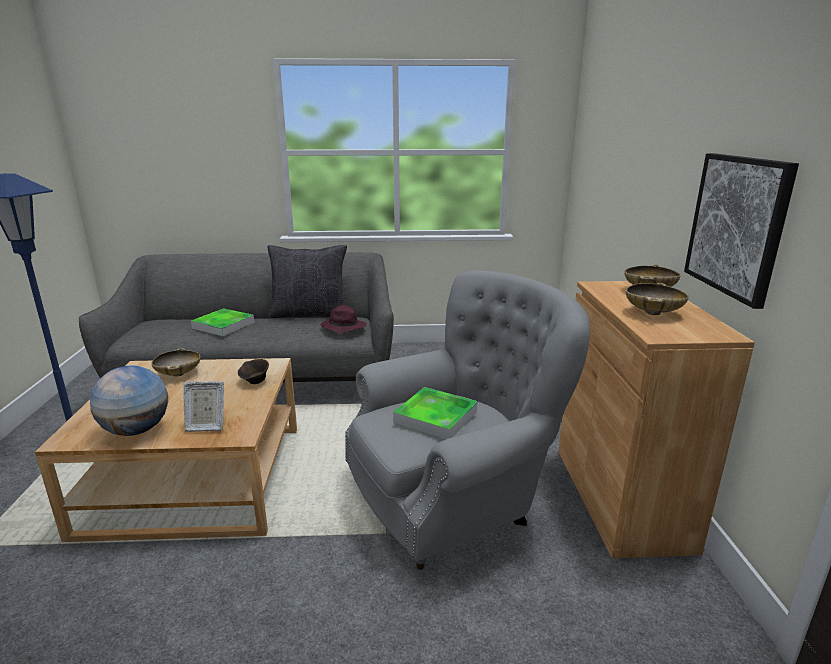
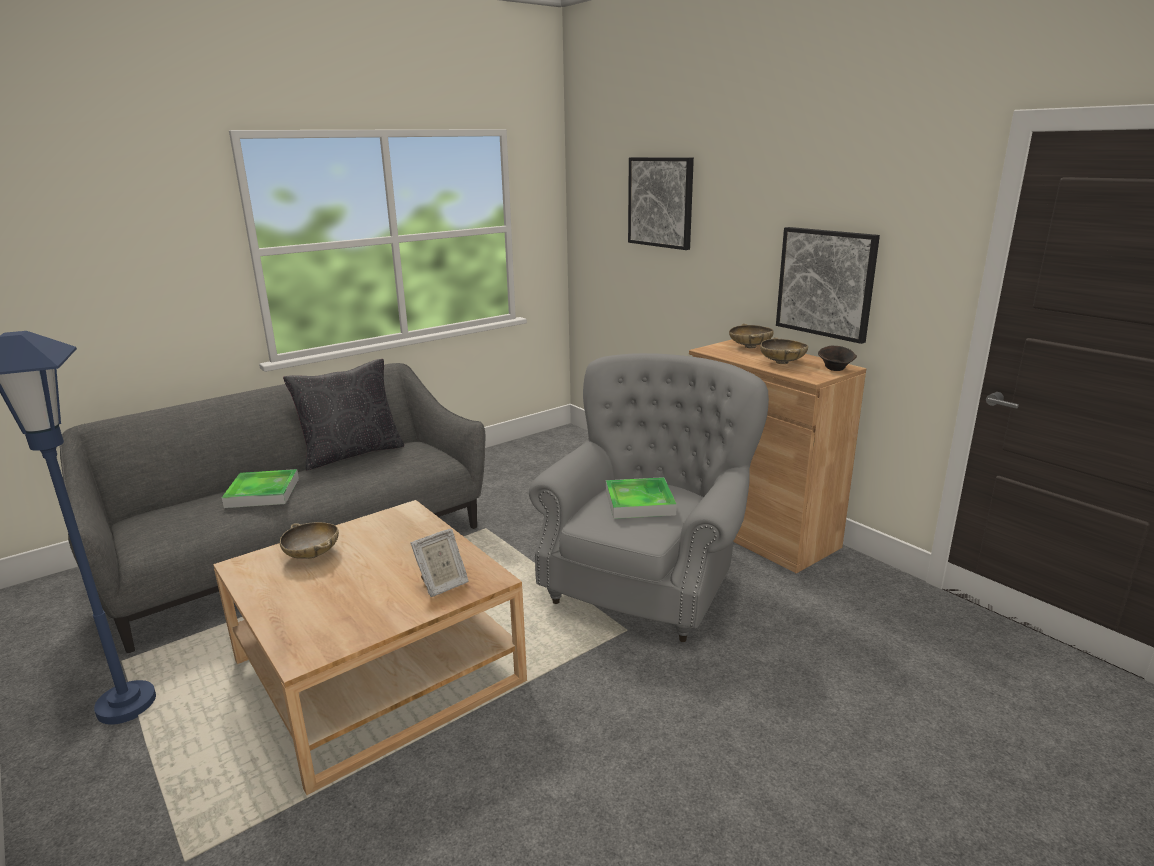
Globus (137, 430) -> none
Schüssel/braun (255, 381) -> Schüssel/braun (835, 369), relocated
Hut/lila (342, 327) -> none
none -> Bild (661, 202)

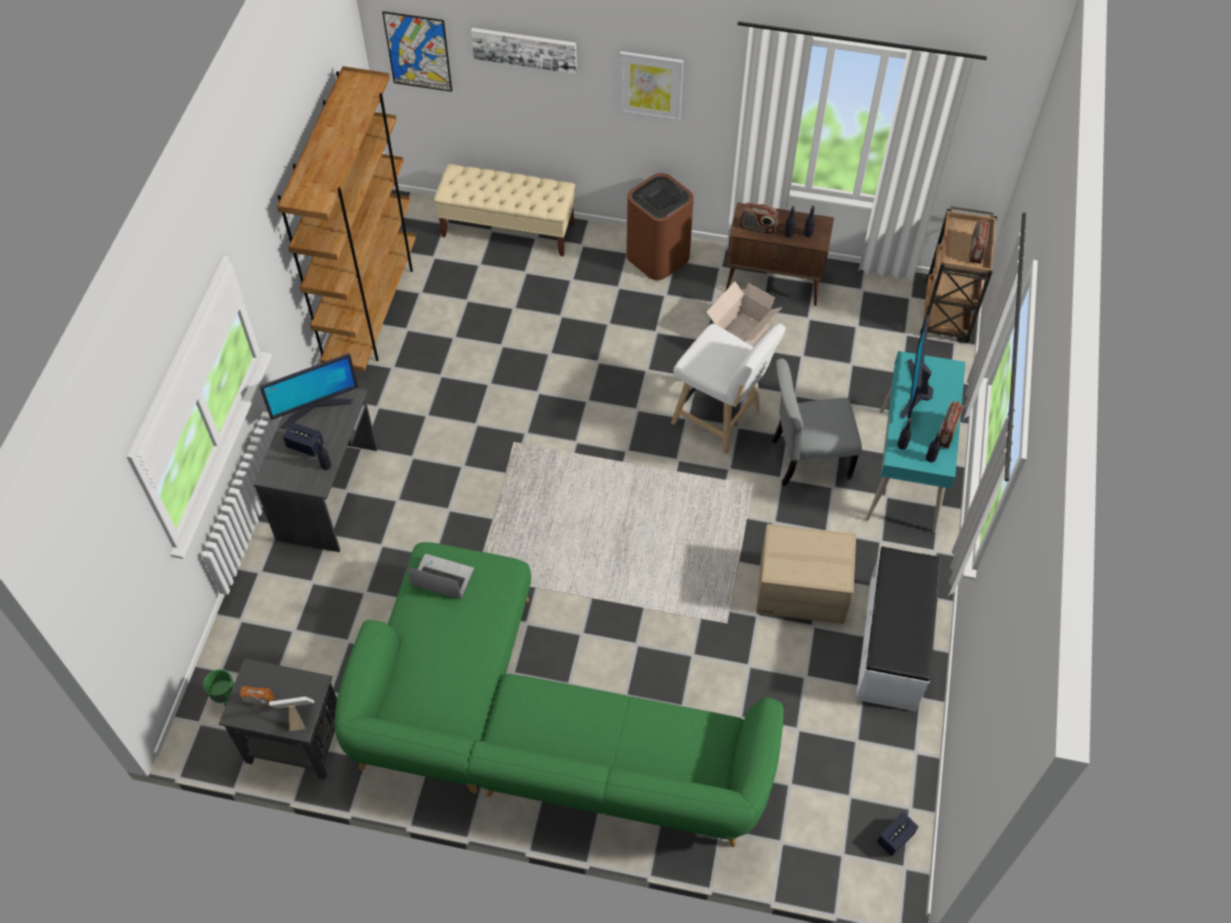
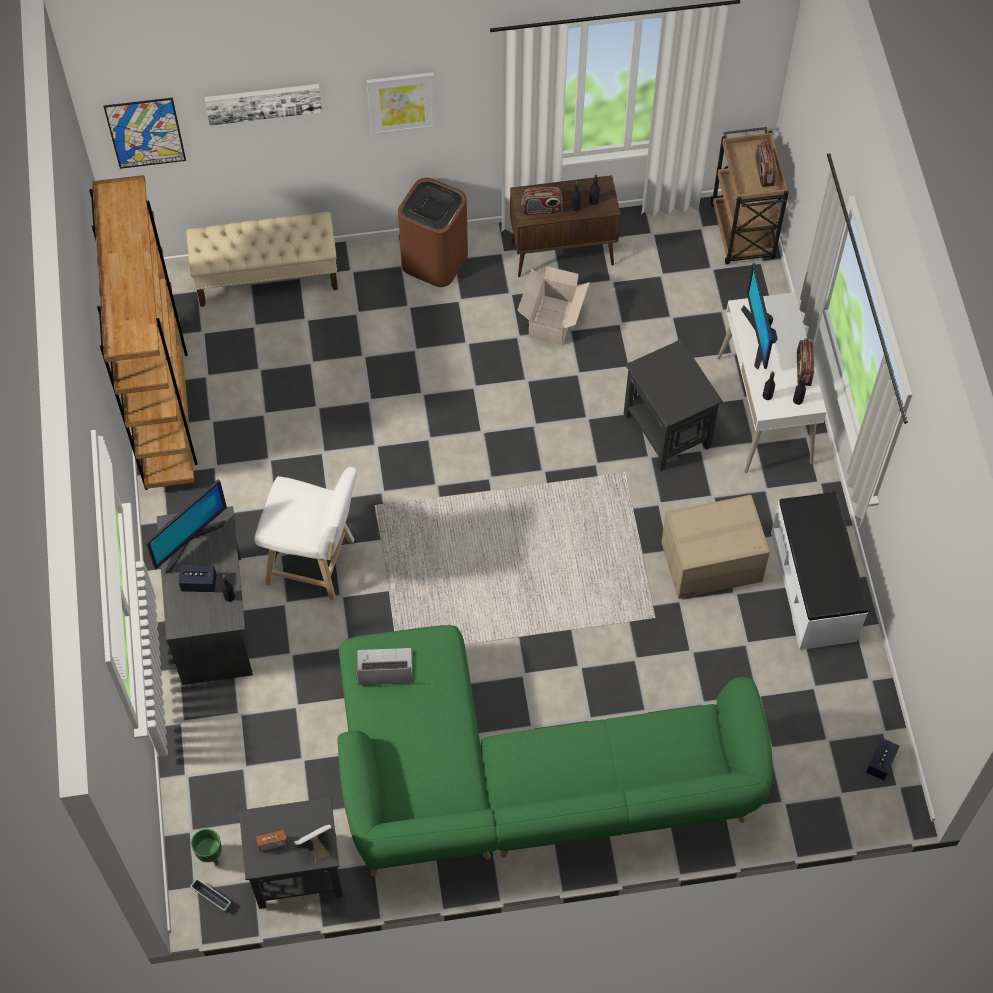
Hocker/weiß (720, 419) -> Hocker/weiß (315, 563), relocated
Stuhl/grau (807, 459) -> Beistelltisch/schwarz (666, 429)
Schreibtisch/türkis (907, 470) -> Schreibtisch/weiß (764, 410)
none -> Pflanzkübel (211, 897)

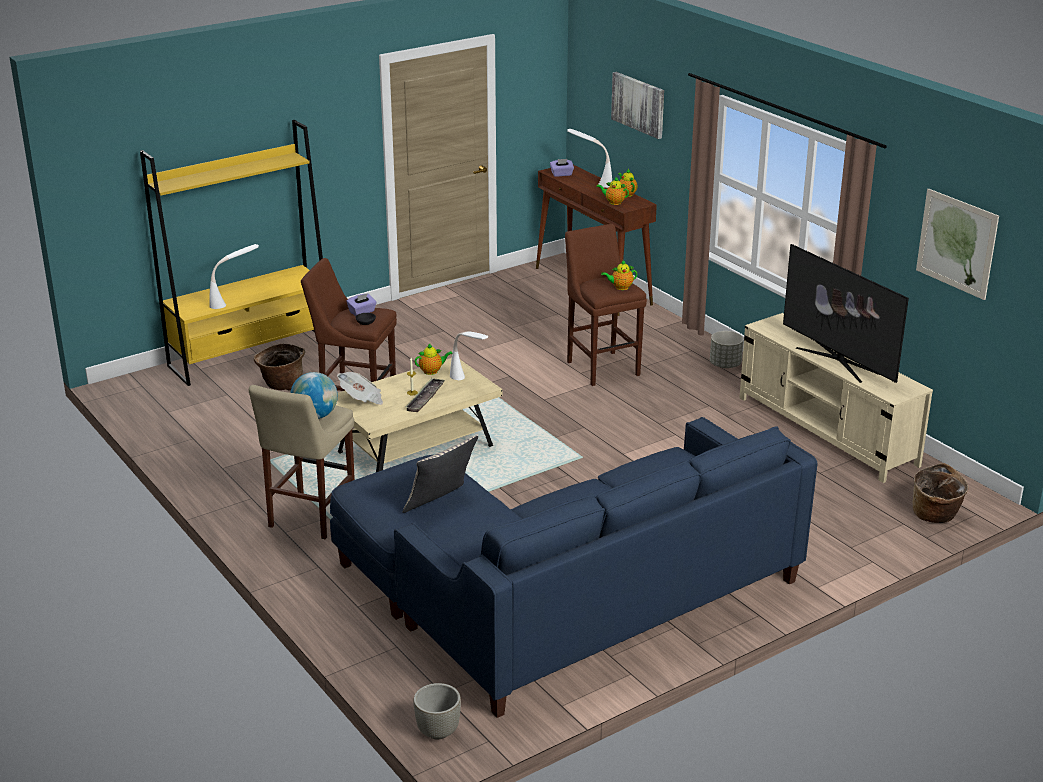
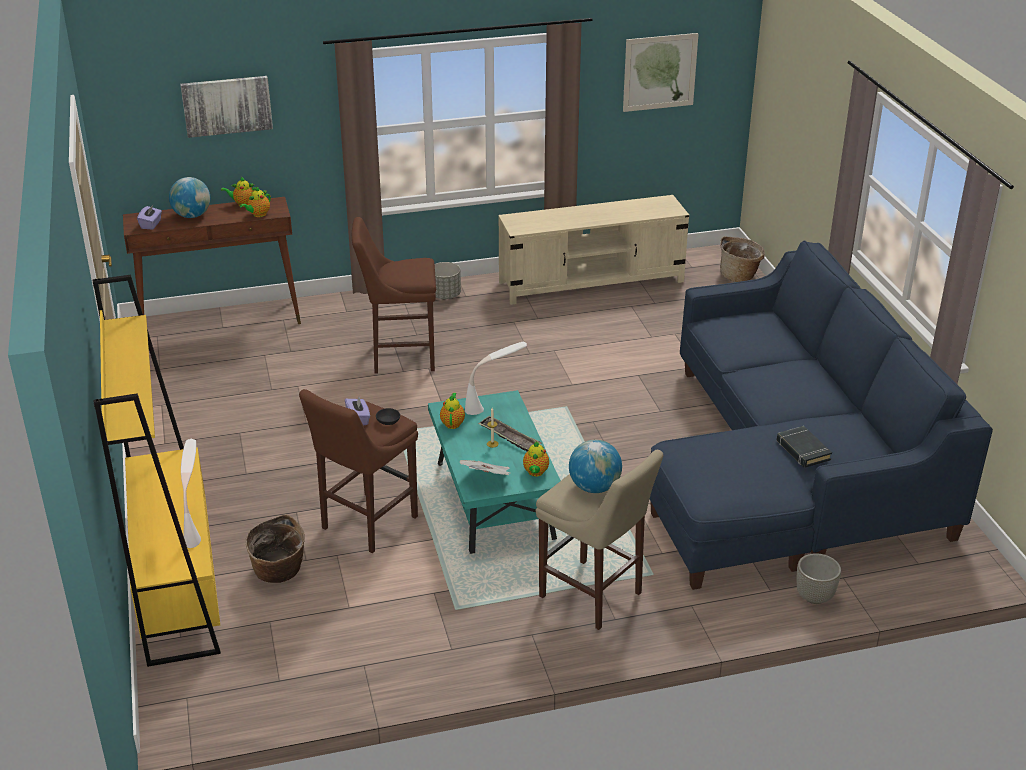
Couchtisch/beige (416, 450) -> Couchtisch/türkis (494, 501)
Kissen/beige (441, 503) -> none
Pflanzkübel/grau (438, 732) -> Pflanzkübel/grau (815, 597), relocated
Tischlampe/weiß (589, 183) -> Globus (192, 216)
Teekanne (620, 287) -> Teekanne (535, 473), relocated
Fernseher (838, 361) -> none
none -> Buch/schwarz (802, 450)

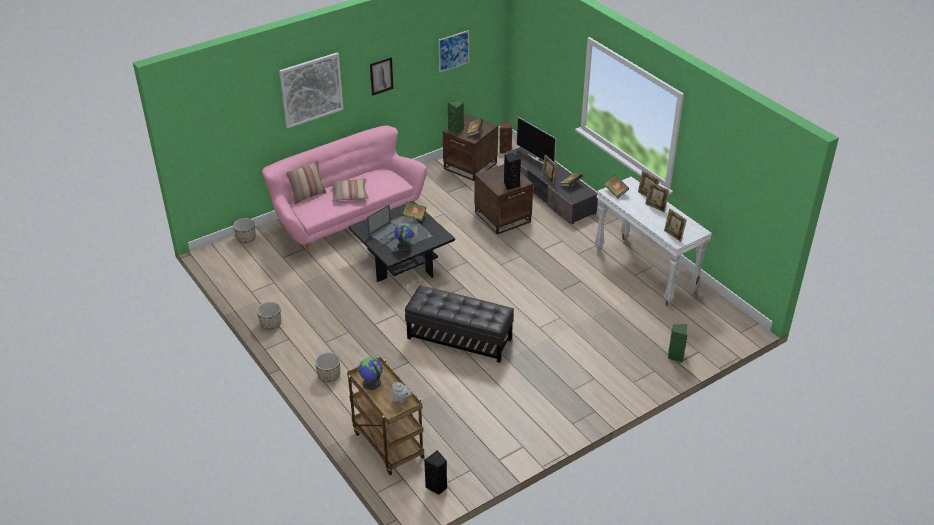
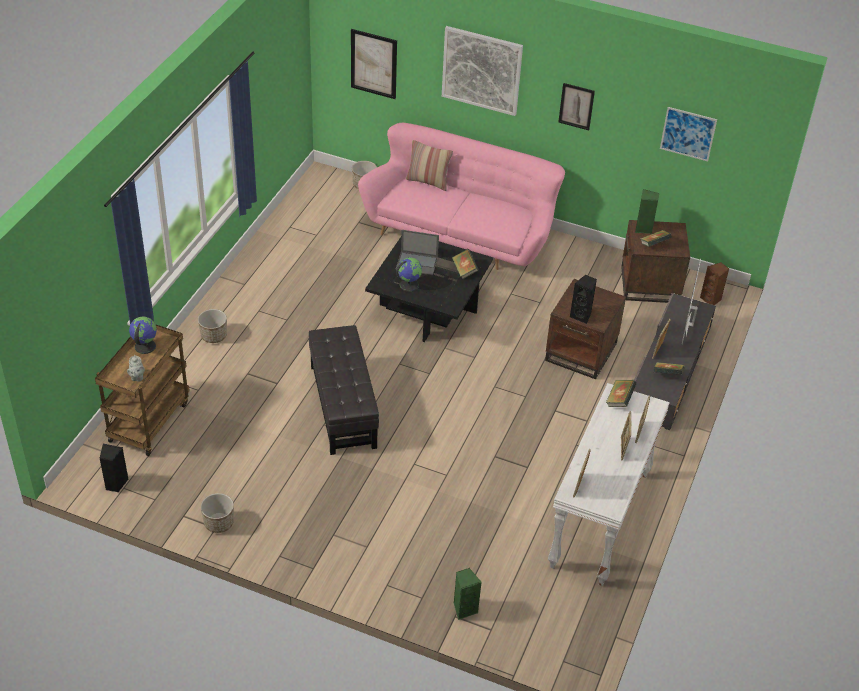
Pflanzkübel (270, 324) -> Pflanzkübel (219, 523), relocated
Kissen (349, 194) -> none
none -> Bild (373, 64)

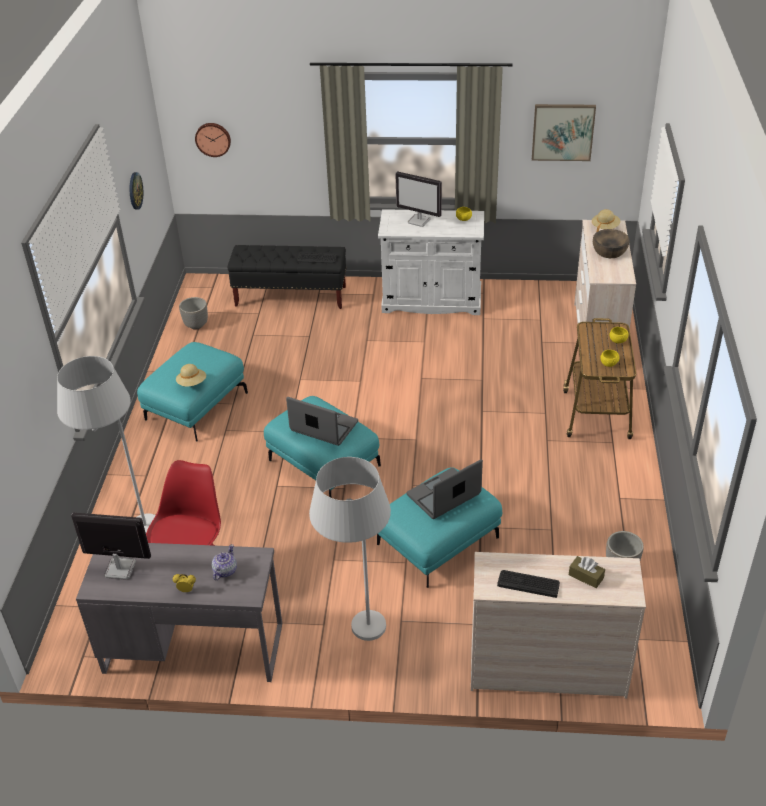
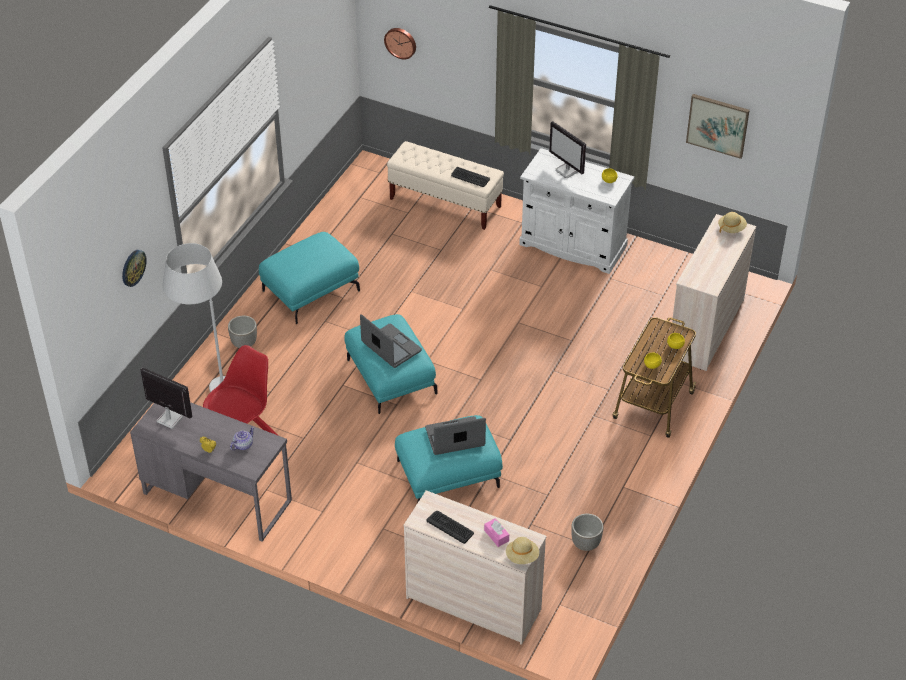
Wanduhr (135, 190) -> Wanduhr (133, 267), relocated
Hut/beige (192, 383) -> Hut/beige (522, 557), relocated
Pflanzkübel (196, 325) -> Pflanzkübel (244, 343), relocated
Bank/schwarz (291, 296) -> Bank/beige (445, 203)
Stehlampe/weiß (359, 640) -> none
Taschentuchbox/braun (586, 576) -> Taschentuchbox/rosa (496, 536)
Schüssel/braun (609, 251) -> none

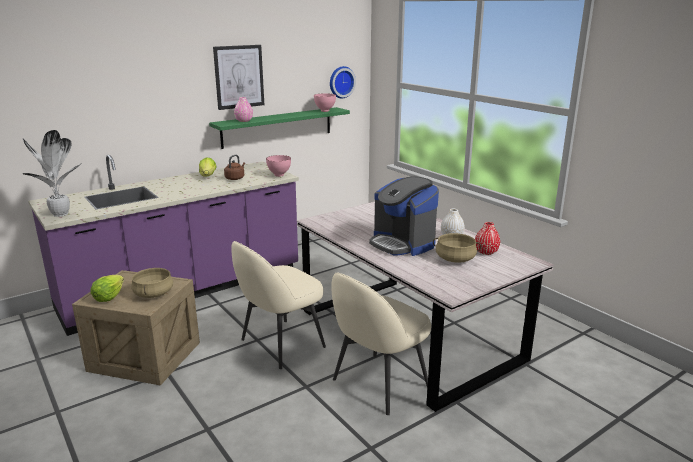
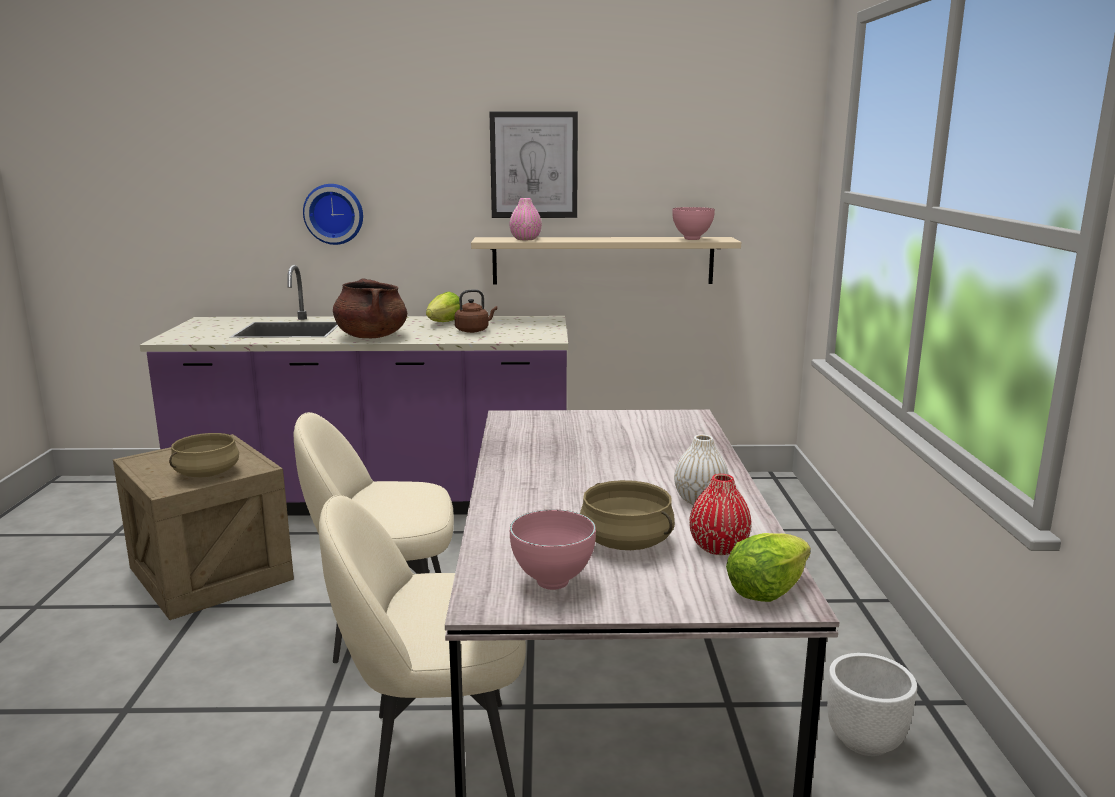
Topfpflanze (61, 214) -> none
Salatkopf (109, 297) -> Salatkopf (766, 591), relocated
Wandregal/grün (277, 127) -> Wandregal/beige (603, 260)
Schüssel/rosa (279, 175) -> Schüssel/rosa (551, 584), relocated
Wanduhr (341, 82) -> Wanduhr (334, 214), relocated
Kaffeemaschine (402, 243) -> none
none -> Kochtopf/braun (371, 336)
none -> Pflanzkübel/weiß (865, 740)

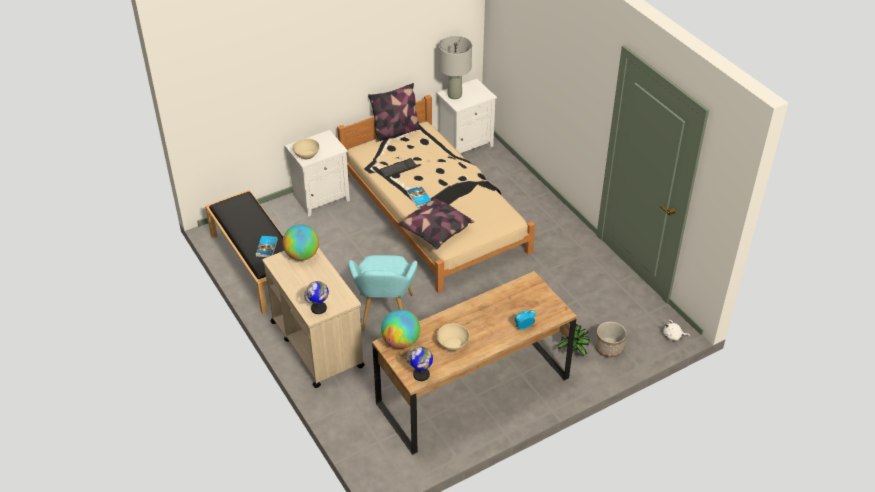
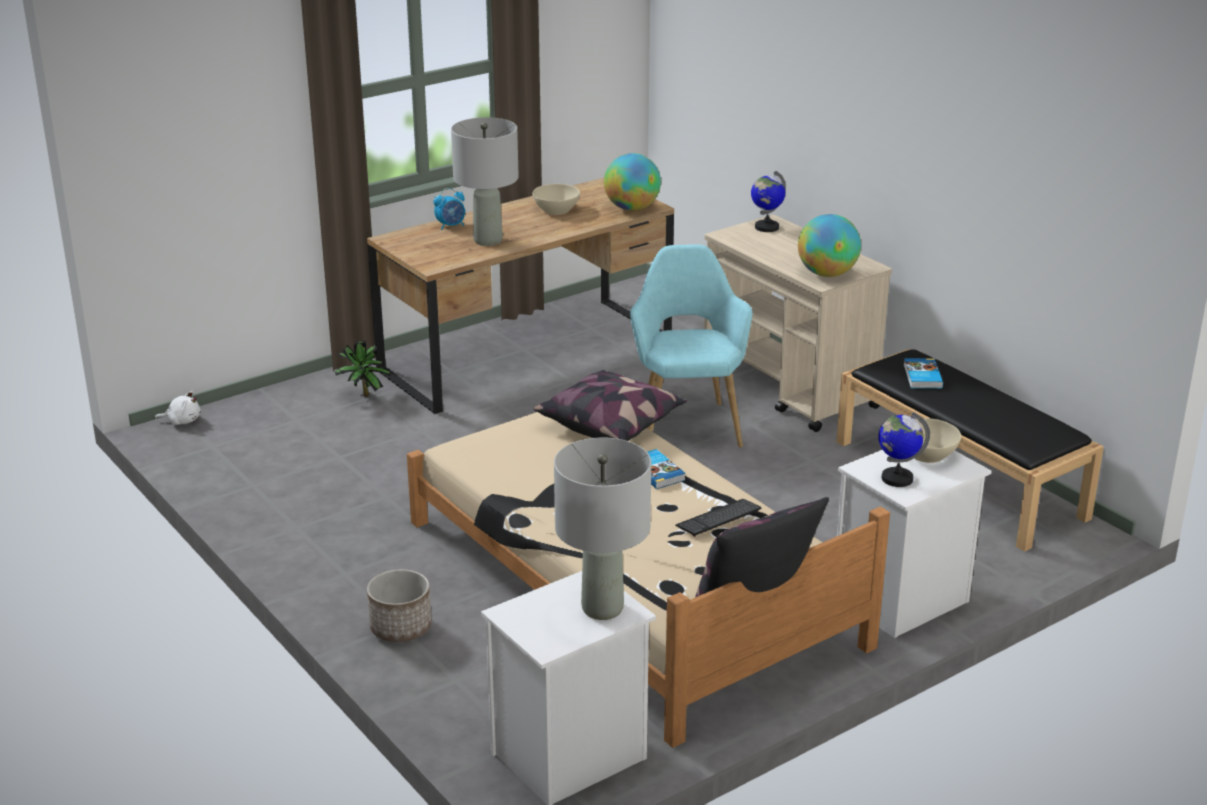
Globus (421, 375) -> Globus (896, 478), relocated
Pflanzkübel (609, 348) -> Pflanzkübel (401, 627), relocated
none -> Tischlampe/grau (488, 240)

